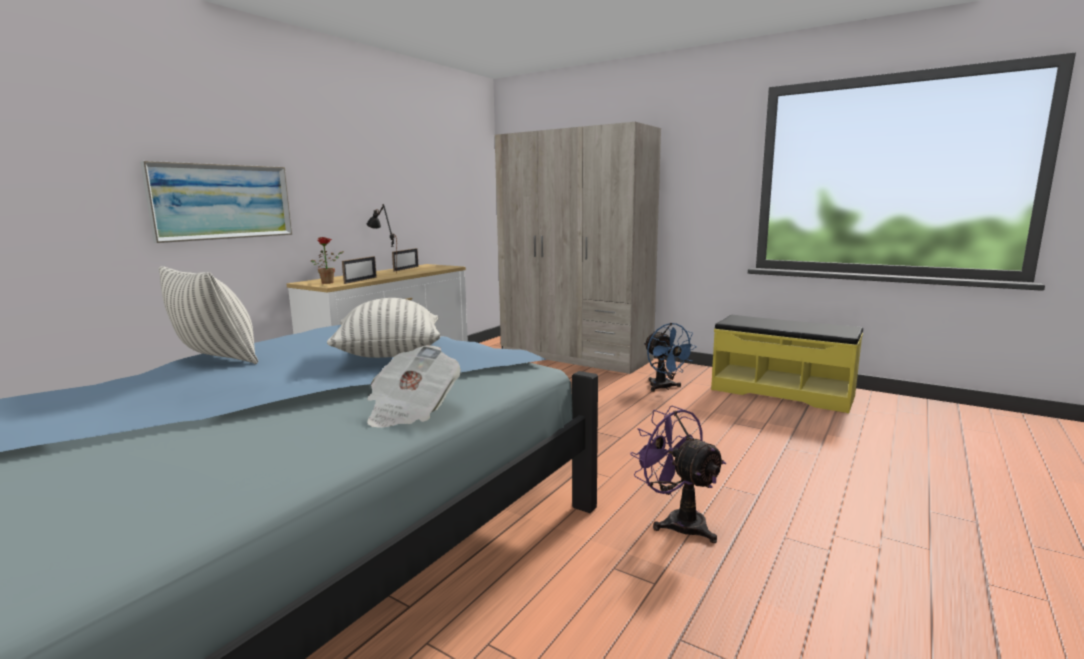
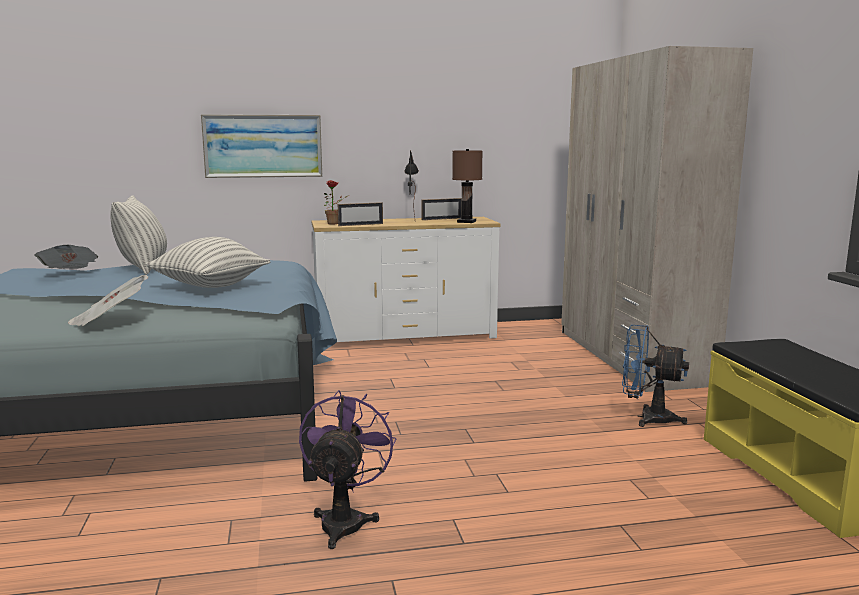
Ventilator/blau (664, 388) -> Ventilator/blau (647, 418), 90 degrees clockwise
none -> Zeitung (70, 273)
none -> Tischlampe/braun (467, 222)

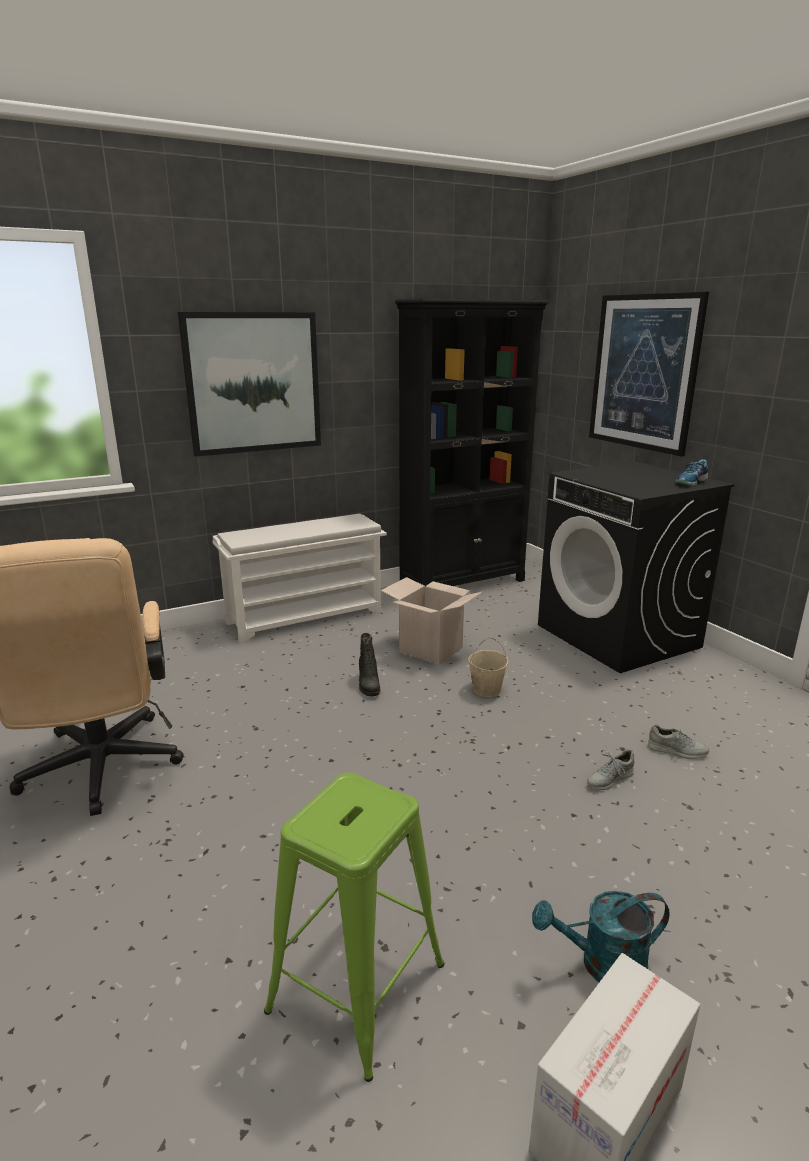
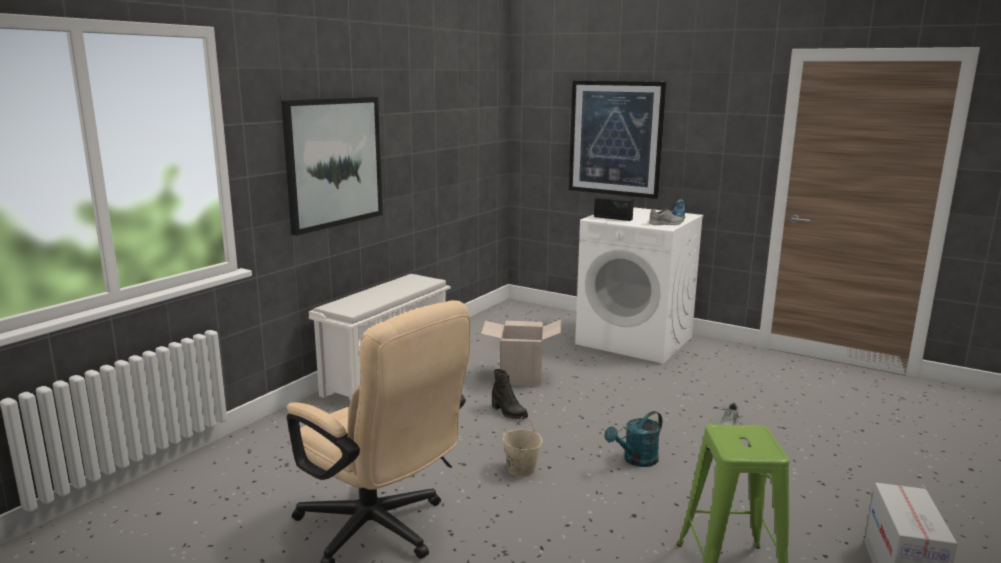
Bücherregal/schwarz (463, 583) -> none
Eimer/beige (486, 690) -> Eimer/beige (521, 469), relocated
Gießkanne/türkis (602, 965) -> Gießkanne/türkis (636, 460), relocated
Waschmaschine/schwarz (618, 636) -> Waschmaschine/weiß (635, 340)
Schuh/grau (677, 750) -> Schuh/grau (666, 223), relocated
none -> Radio (612, 218)

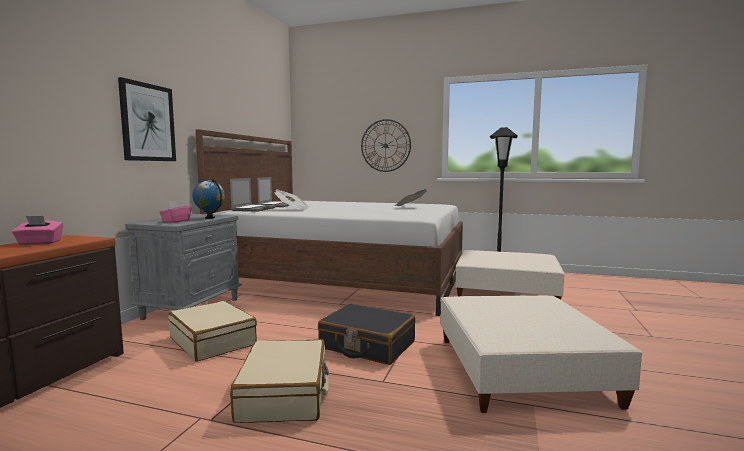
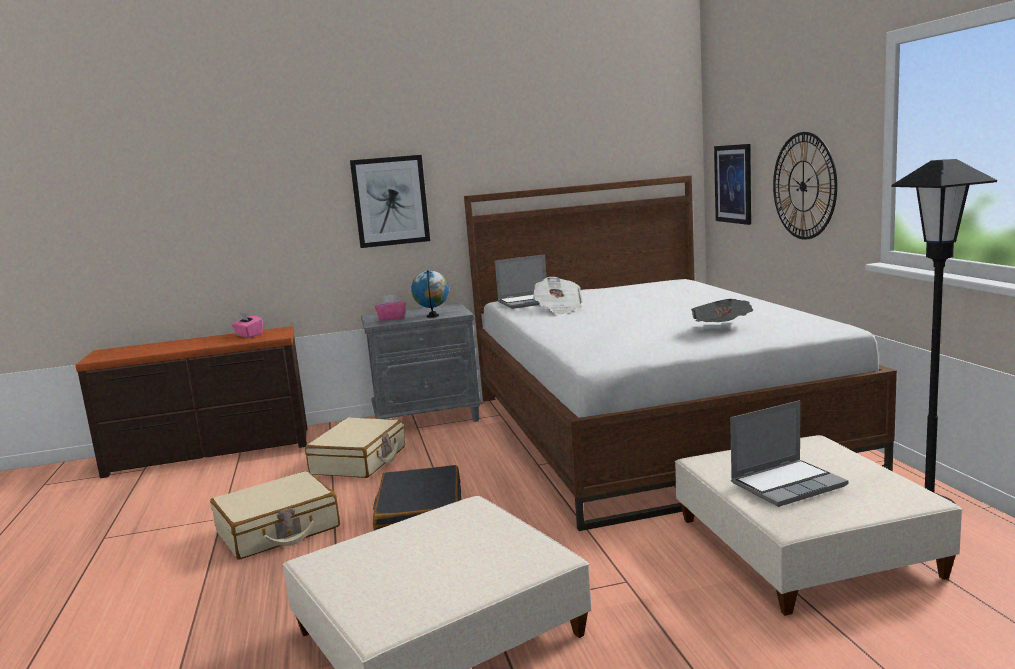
Laptop (276, 205) -> Laptop (788, 484), relocated
none -> Bild (733, 184)

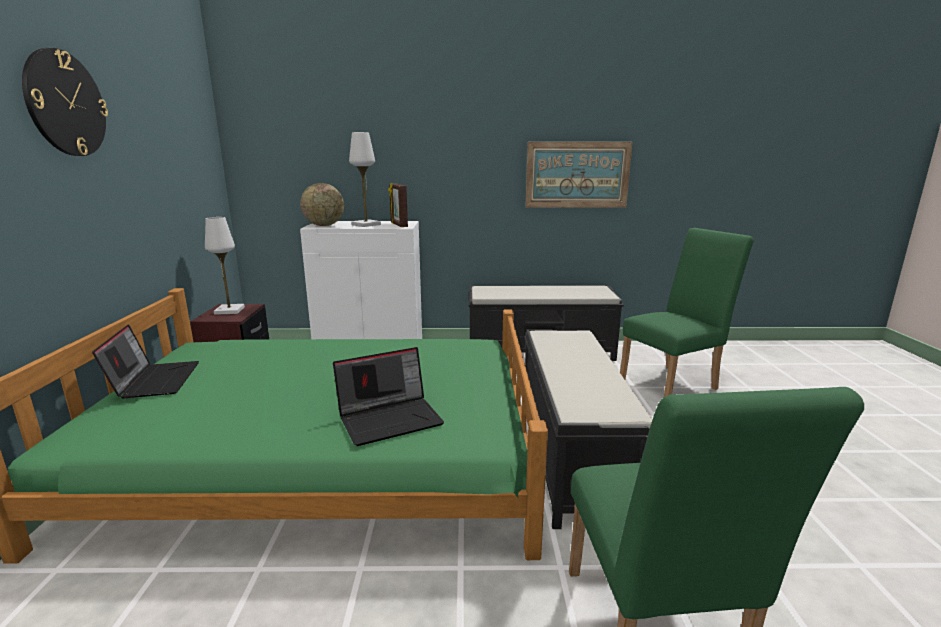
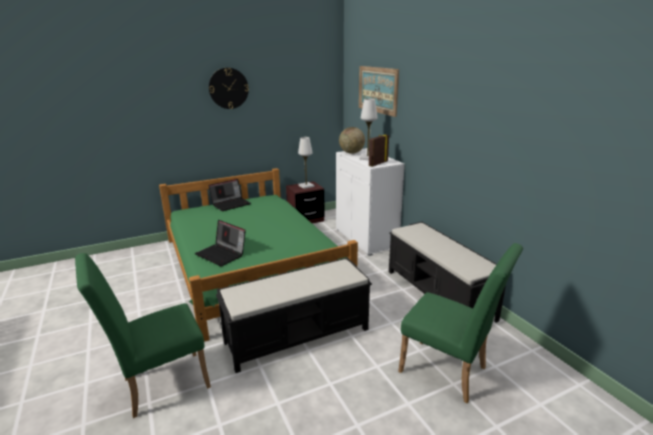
Bild (577, 175) -> Bild (377, 90), relocated

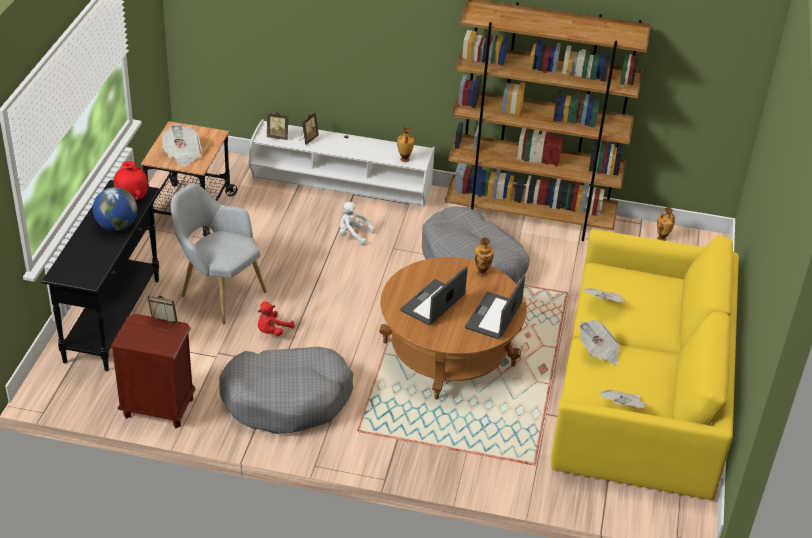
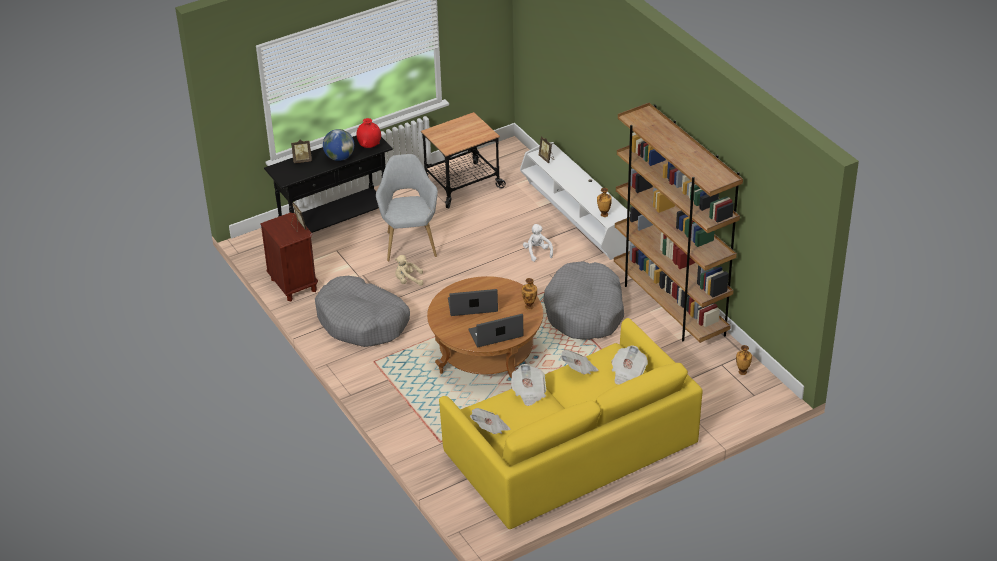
Zeitung (182, 155) -> Zeitung (627, 373), relocated
Plüschtier/rot (272, 331) -> Plüschtier/beige (408, 280)
Bilderrahmen (308, 139) -> Bilderrahmen (302, 160), relocated

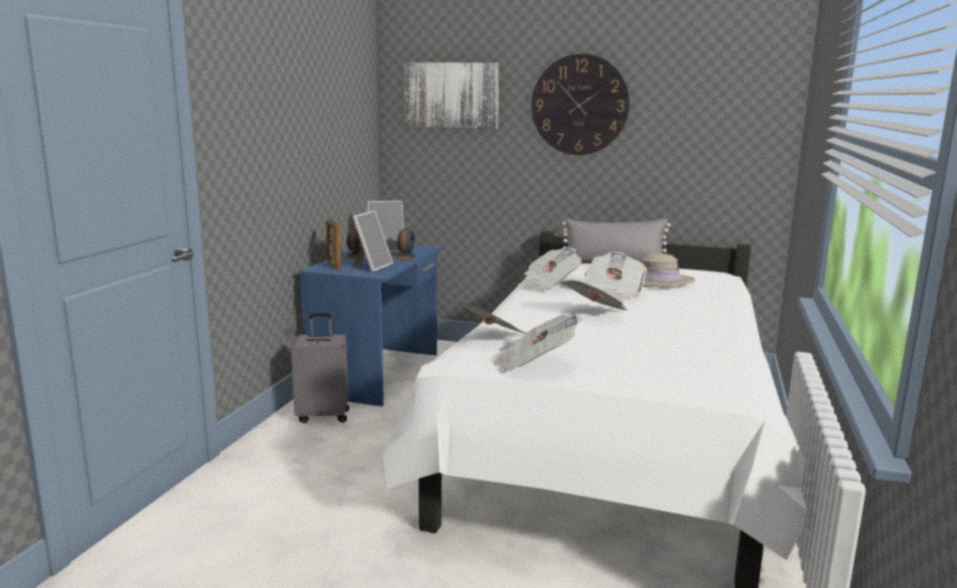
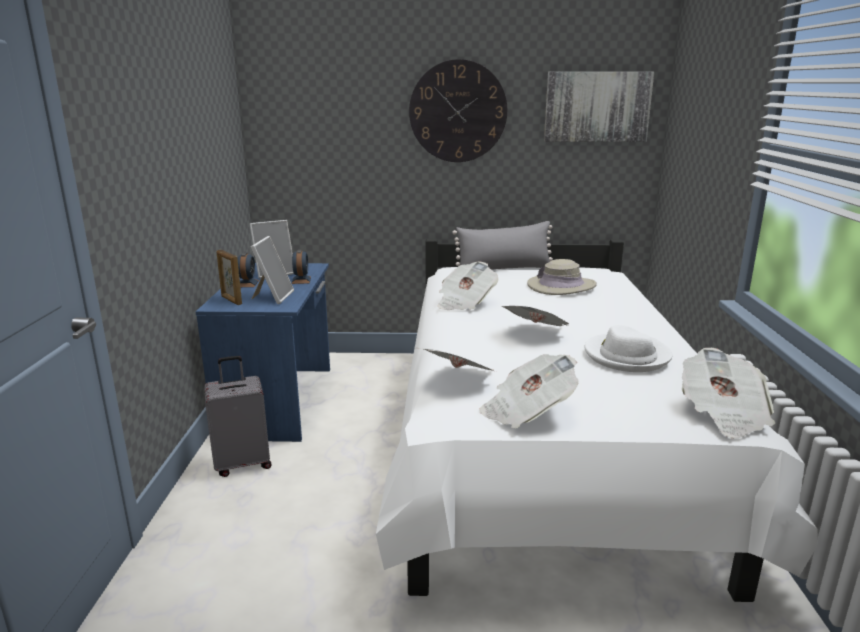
Bild (451, 95) -> Bild (597, 107), relocated
Zeitung (613, 294) -> Zeitung (723, 414), relocated
none -> Hut/weiß (626, 356)

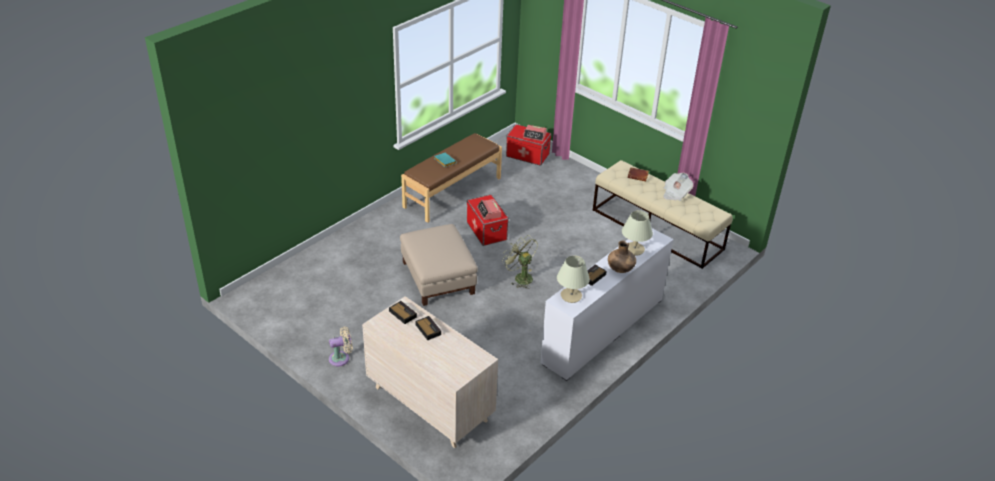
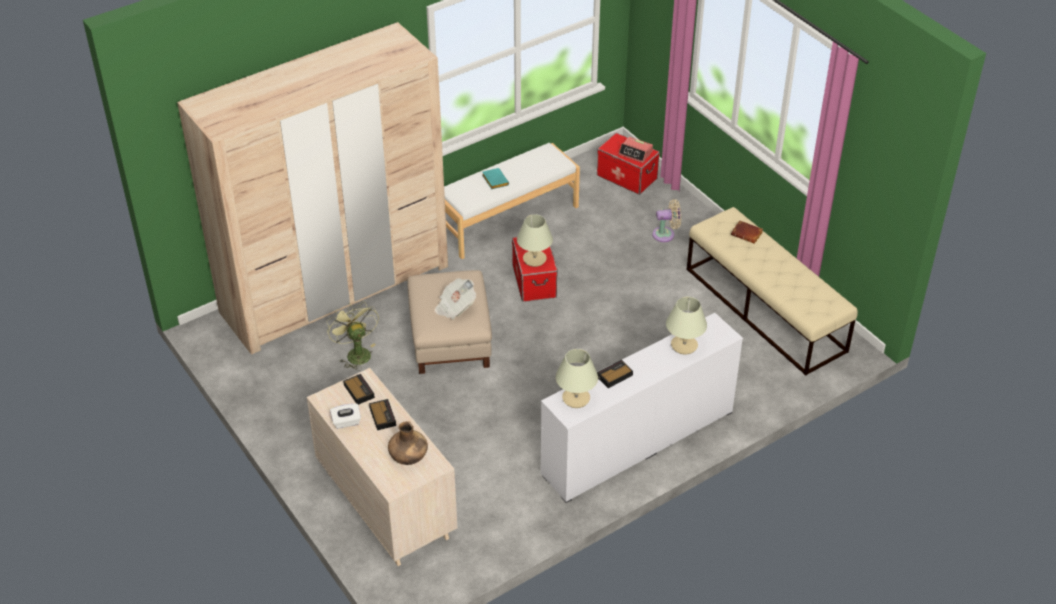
Ventilator/beige (341, 358) -> Ventilator/beige (666, 234), relocated
Bank/braun (452, 192) -> Bank/weiß (507, 219)
Wecker (489, 212) -> Tischlampe/beige (534, 259)
Ventilator/grün (520, 277) -> Ventilator/grün (355, 353), relocated
Vase/braun (620, 269) -> Vase/braun (408, 457), relocated
Zeitung (675, 193) -> Zeitung (455, 307), relocated
none -> Kleiderschrank/beige (336, 289)
none -> Taschentuchbox/weiß (346, 422)

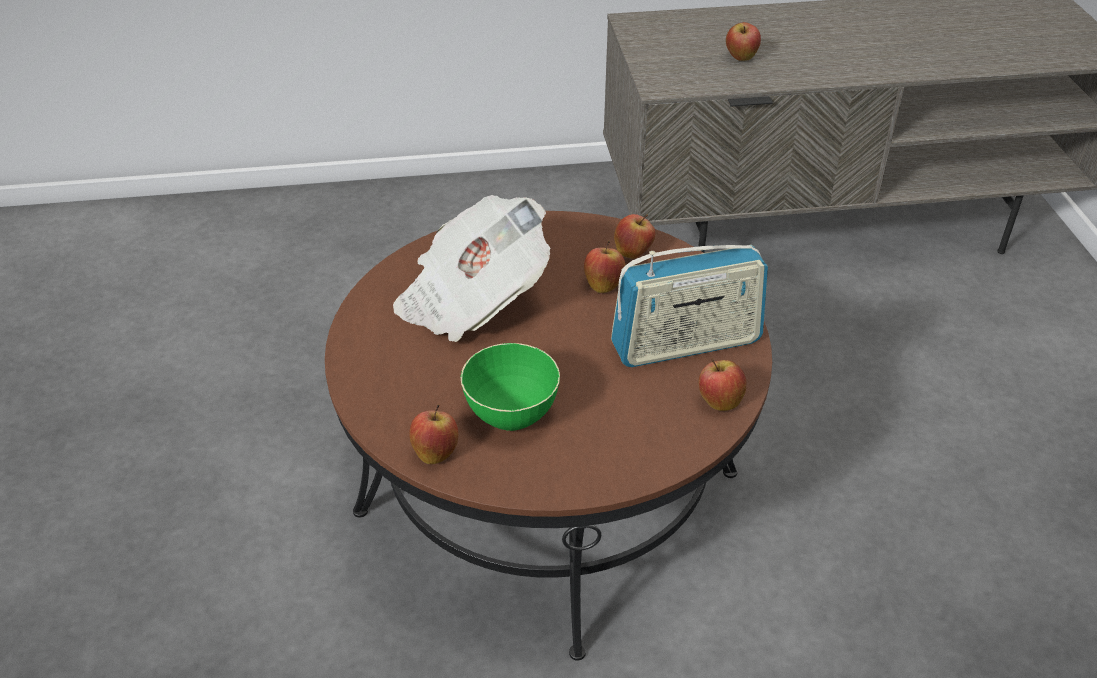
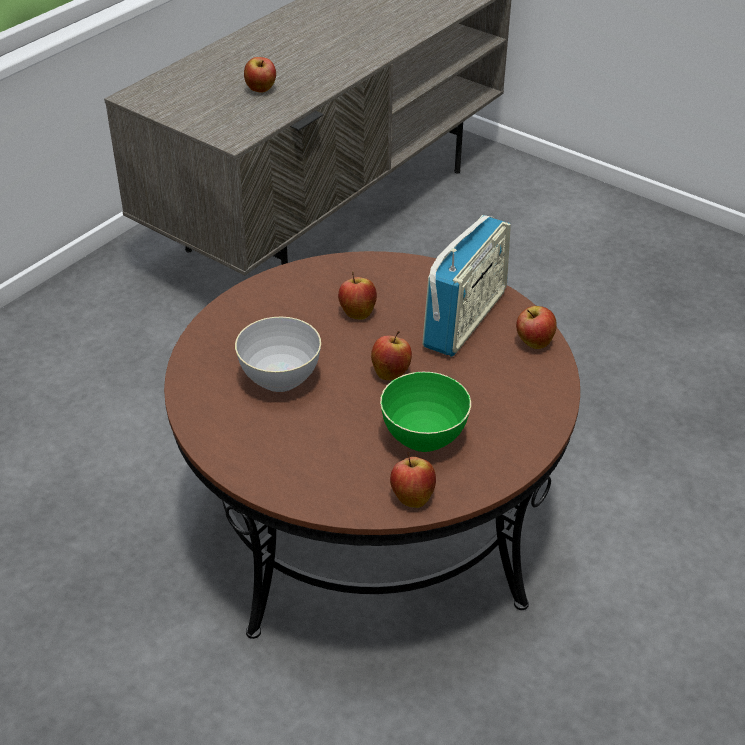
Zeitung (472, 299) -> Schüssel/grau (280, 379)
Apfel (633, 253) -> Apfel (391, 372), relocated

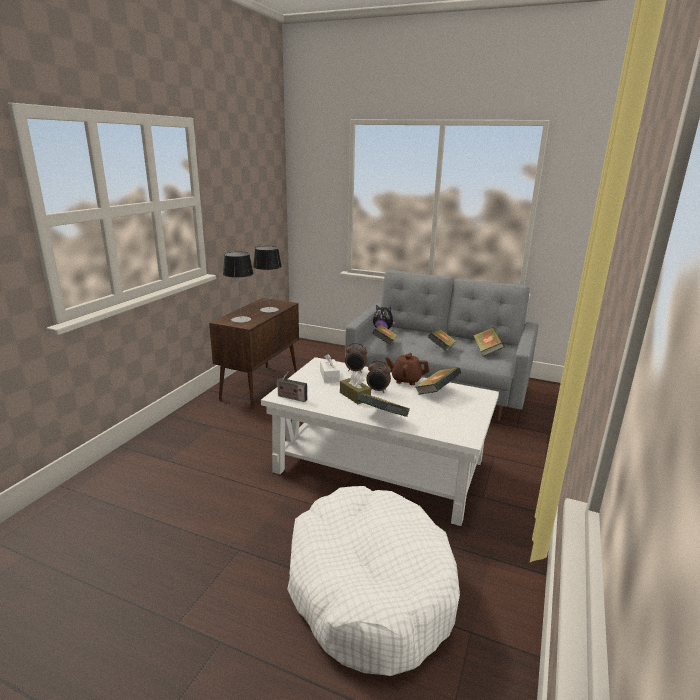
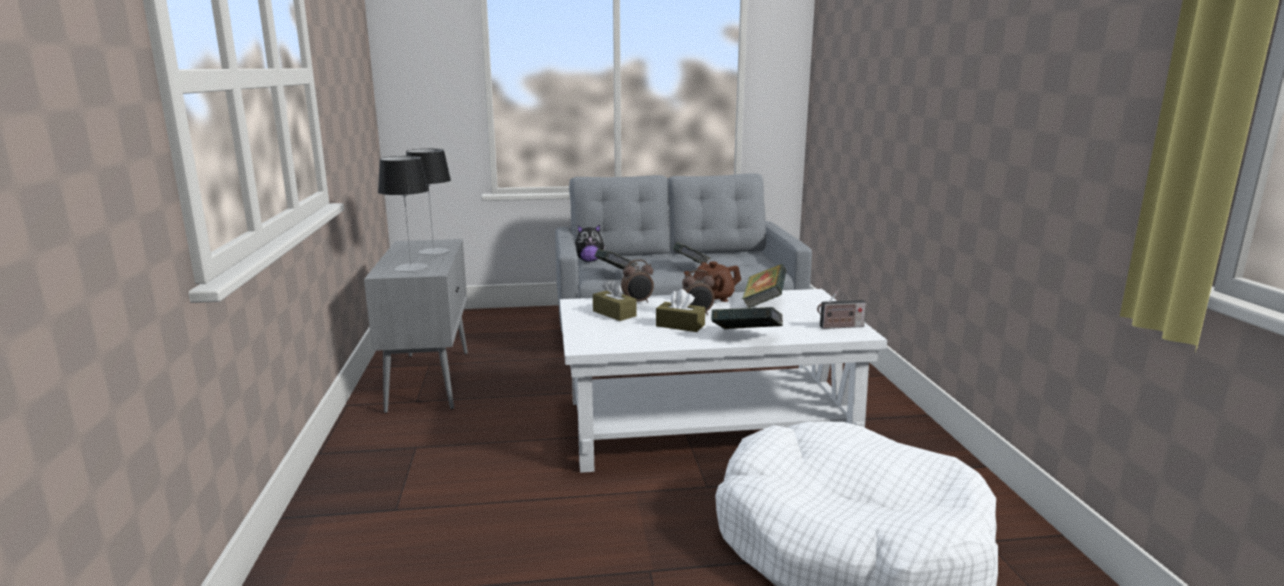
Schrank/braun (260, 385) -> Schrank/grau (429, 379)
Radio (290, 397) -> Radio (839, 327), relocated
Taschentuchbox/weiß (329, 376) -> Taschentuchbox/braun (614, 313)
Buch (487, 351) -> none

